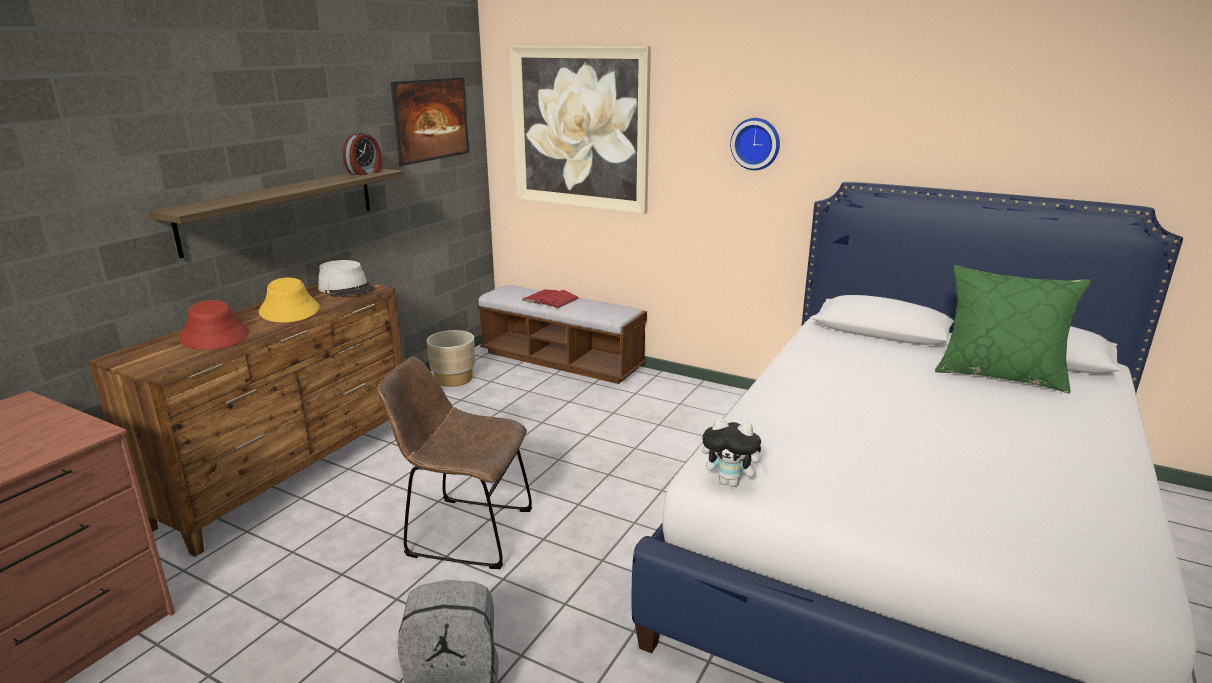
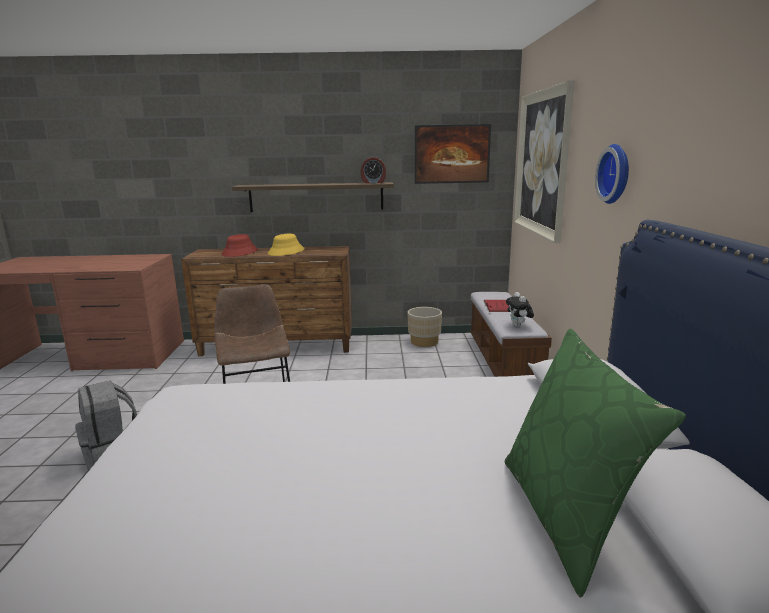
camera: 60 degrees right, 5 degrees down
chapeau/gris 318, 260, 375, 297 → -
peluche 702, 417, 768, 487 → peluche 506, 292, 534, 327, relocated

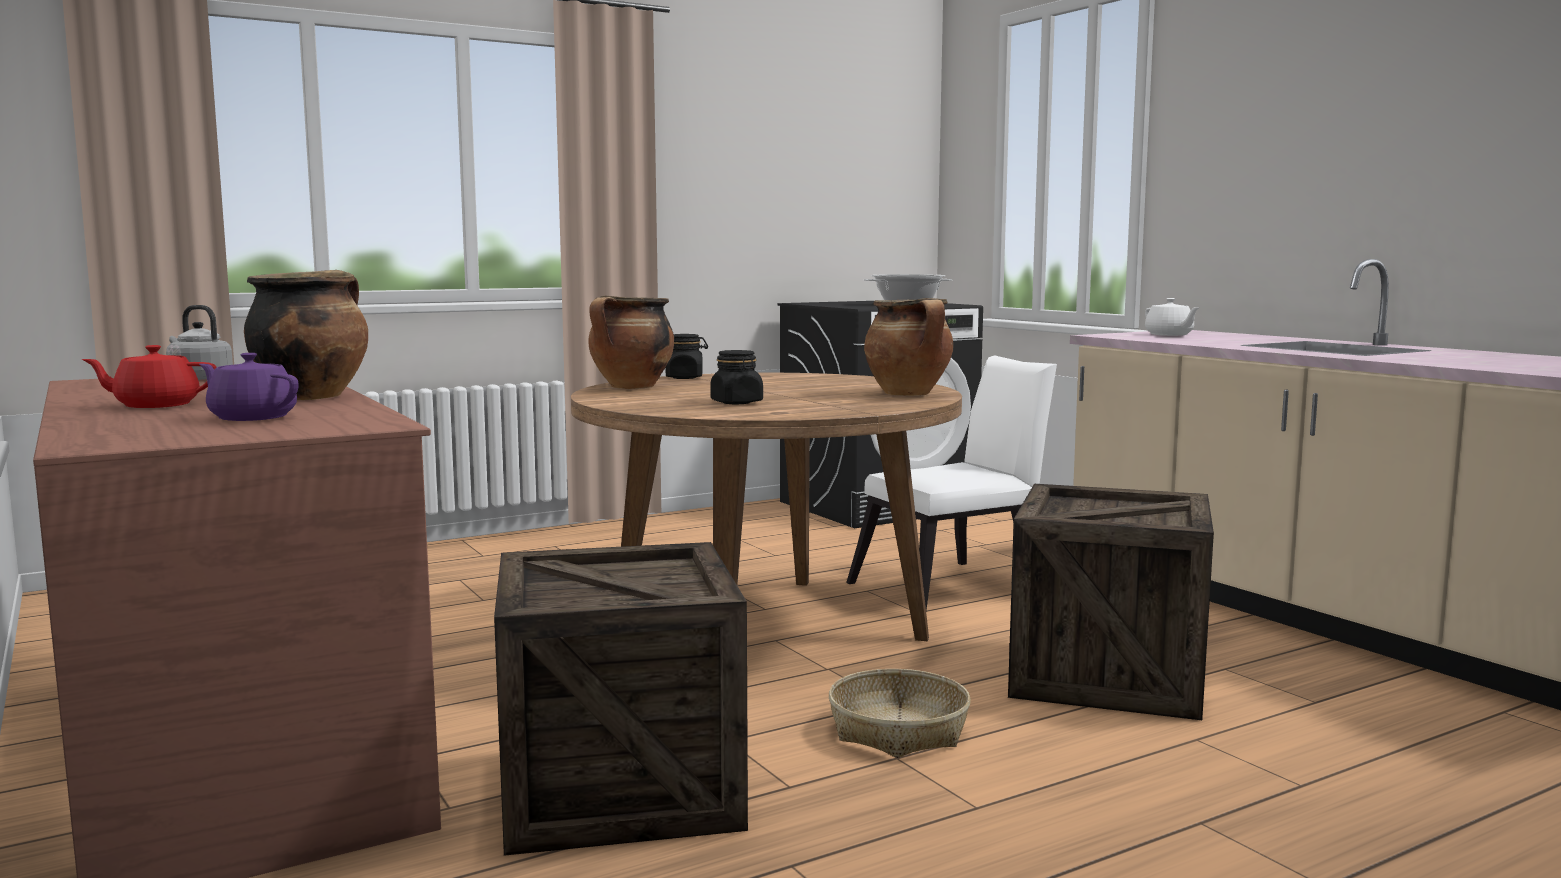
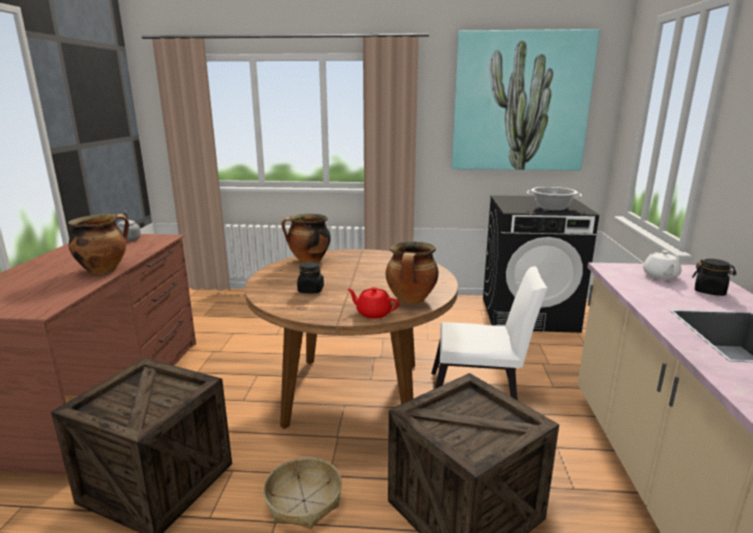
camera: 35 degrees right, 10 degrees up
bocal/noir 666, 334, 708, 379 → bocal/noir 692, 259, 737, 296, relocated
théière/rouge 82, 345, 217, 408 → théière/rouge 347, 287, 399, 319, relocated
théière/violet 199, 353, 299, 421 → -
- → tableau 452, 29, 600, 171

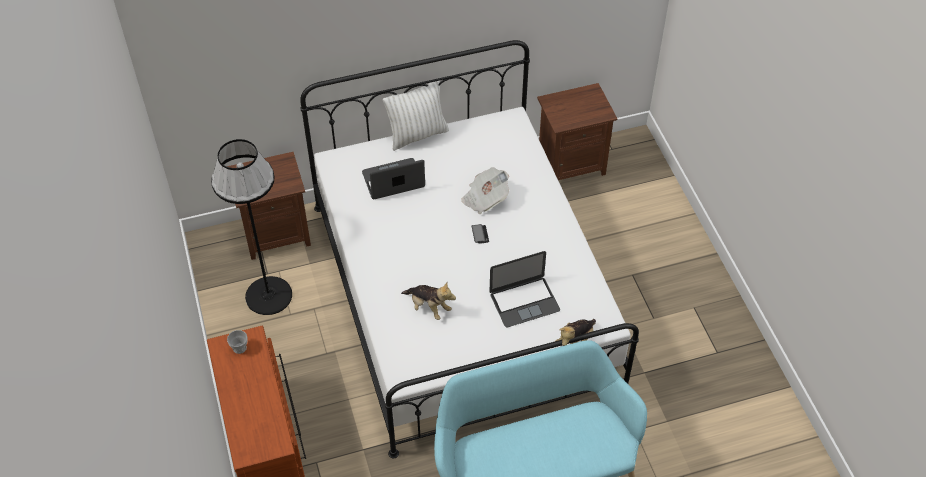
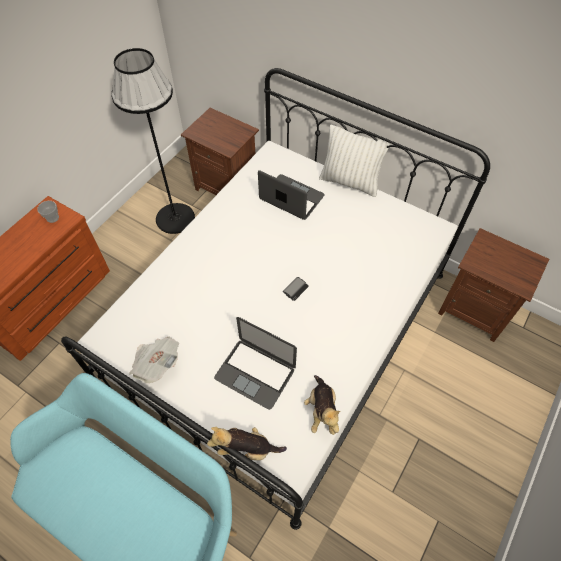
camera: 50 degrees right, 5 degrees up
journal 461, 167, 509, 214 → journal 130, 337, 179, 383, relocated
peluche 401, 283, 456, 320 → peluche 304, 375, 340, 435, relocated

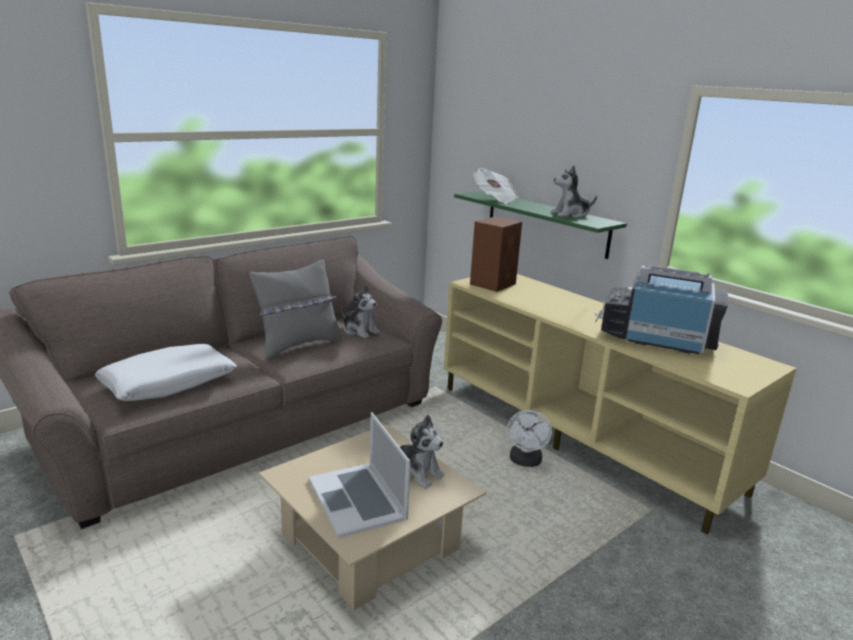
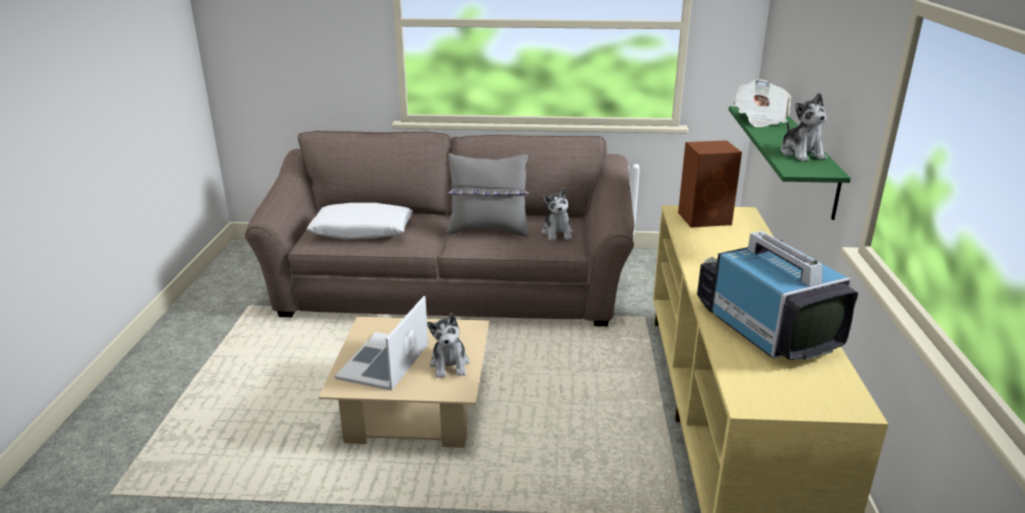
camera: 45 degrees right, 5 degrees up
peluche 551, 166, 597, 218 → peluche 781, 93, 827, 161, 135 degrees counterclockwise
ventilateur/blanc 507, 410, 552, 467 → -

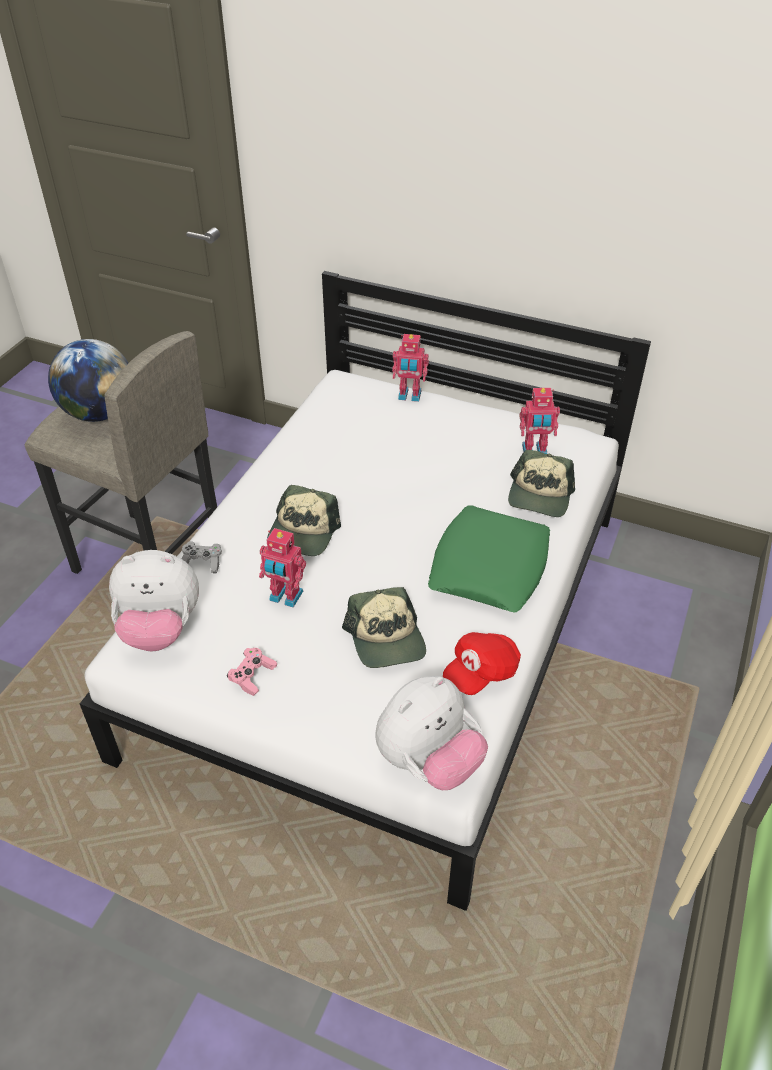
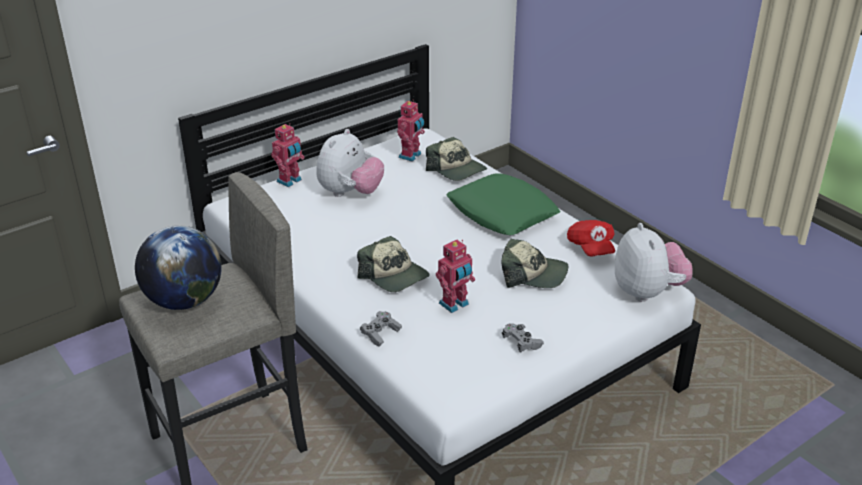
camera: 60 degrees left, 10 degrees down
peluche 109, 550, 199, 652 → peluche 316, 129, 384, 197, relocated
manette/rose 227, 648, 277, 696 → manette/gris 502, 323, 544, 352

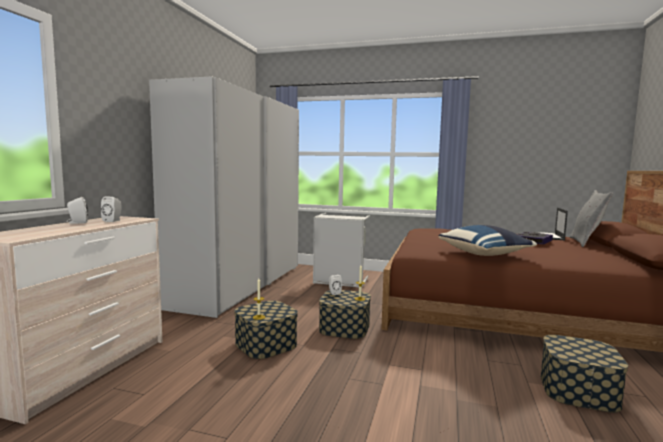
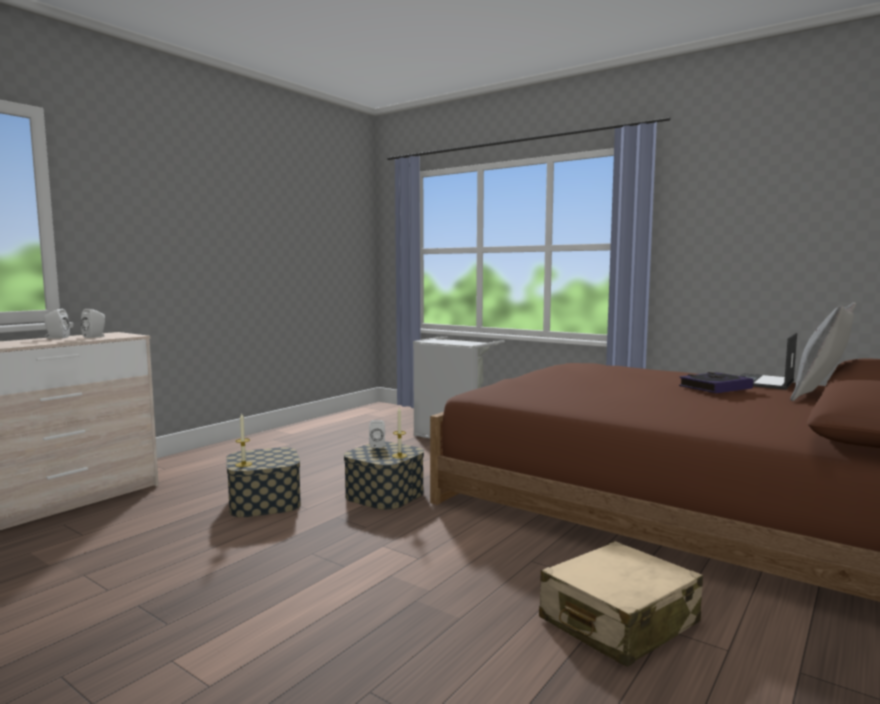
camera: 20 degrees right, 0 degrees up
armoire/blanc 149, 76, 299, 318 → -
coussin/bleu 438, 225, 537, 256 → -
boîte de rangement 541, 335, 628, 413 → valise/beige 539, 541, 703, 667

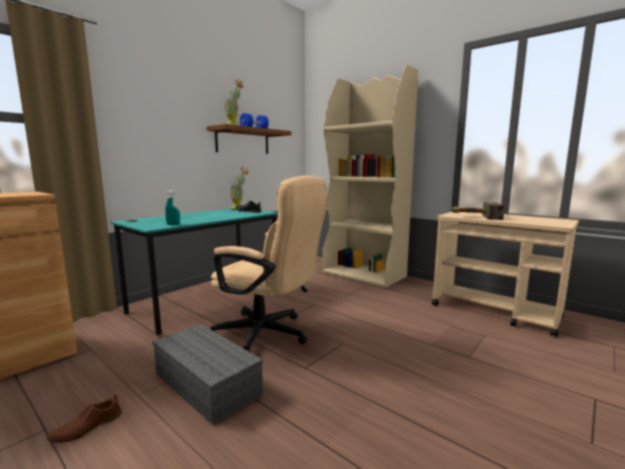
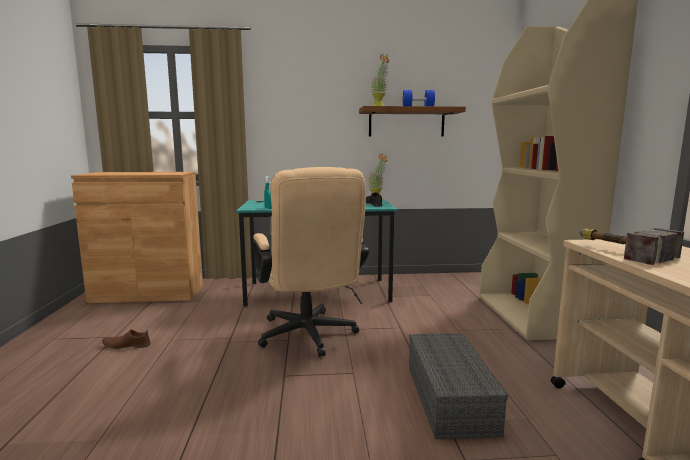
camera: 45 degrees right, 0 degrees up
boîte de rangement/gris 152, 324, 263, 425 → boîte de rangement/gris 409, 333, 508, 439, relocated

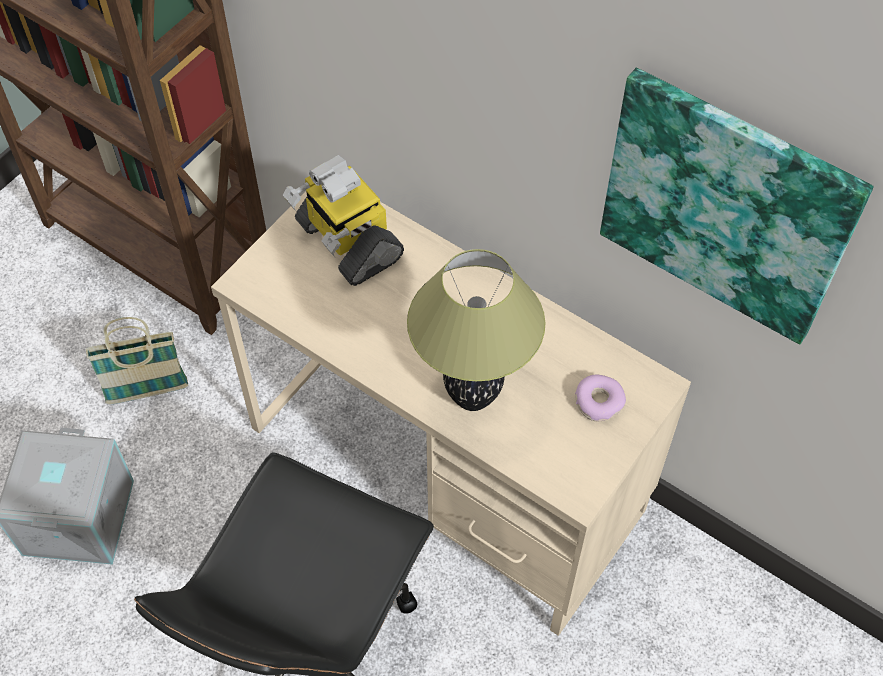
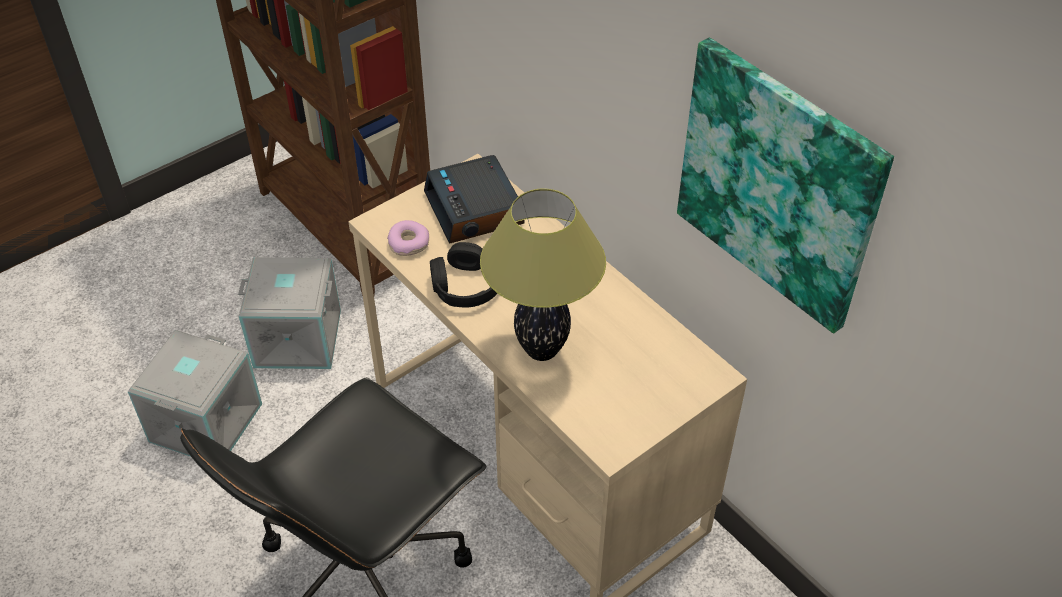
camera: 15 degrees right, 10 degrees down
robot jouet 283, 155, 404, 286 → réveil 424, 155, 524, 244
panier 86, 317, 188, 404 → boîte de rangement/gris 238, 257, 341, 369
beignet 575, 375, 626, 421 → beignet 387, 220, 429, 256, relocated
- → casque audio/noir 430, 242, 497, 308

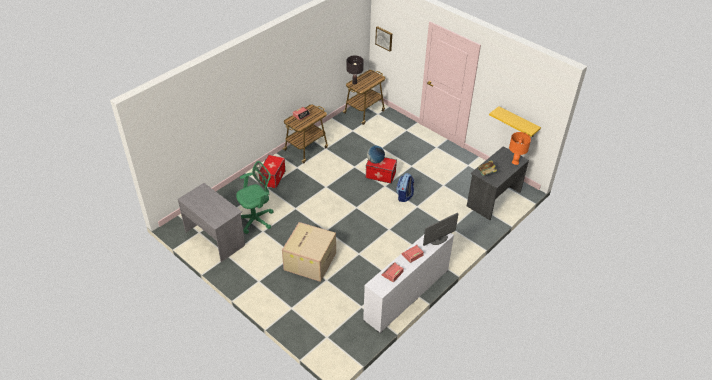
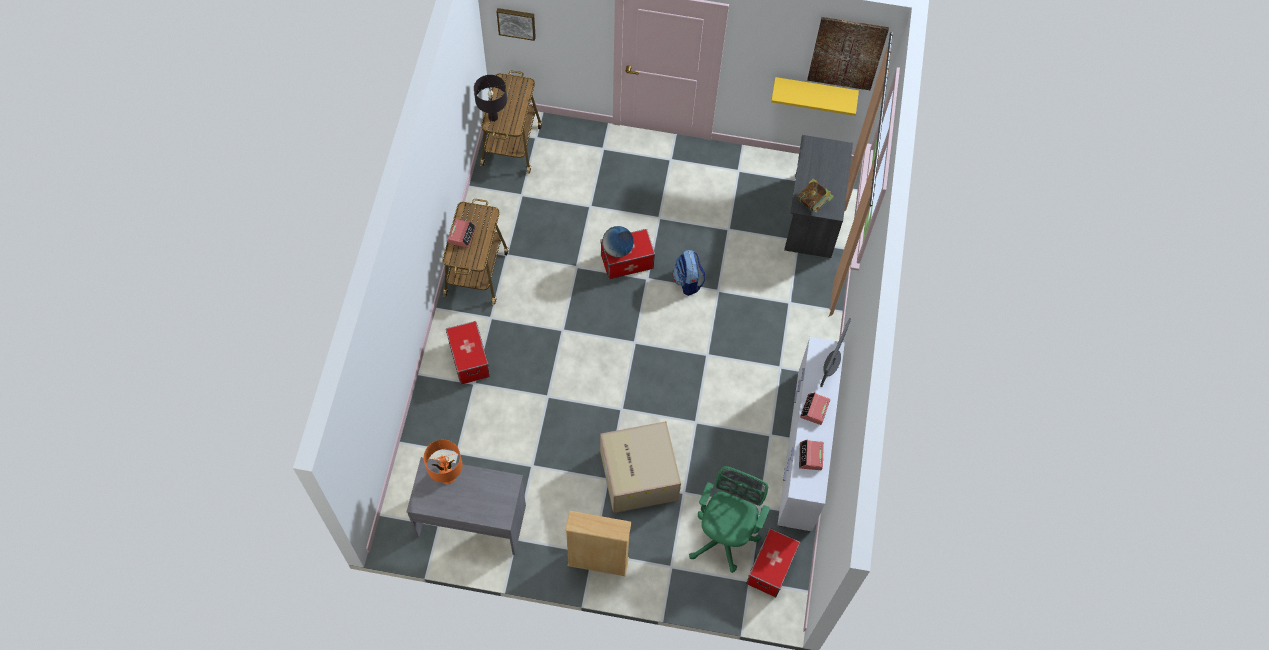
camera: 35 degrees left, 20 degrees up
lampe de table/orange 509, 132, 531, 165 → lampe de table/orange 424, 440, 462, 484, relocated
chaise de bureau/vert 236, 161, 274, 234 → chaise de bureau/vert 689, 466, 770, 573, relocated
- → tableau 807, 17, 889, 90
- → bibliothèque/beige 565, 511, 632, 576
- → boîte de rangement 746, 528, 800, 597

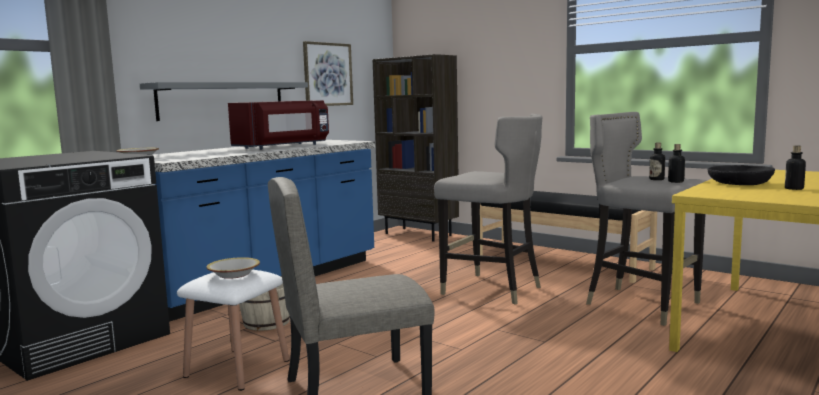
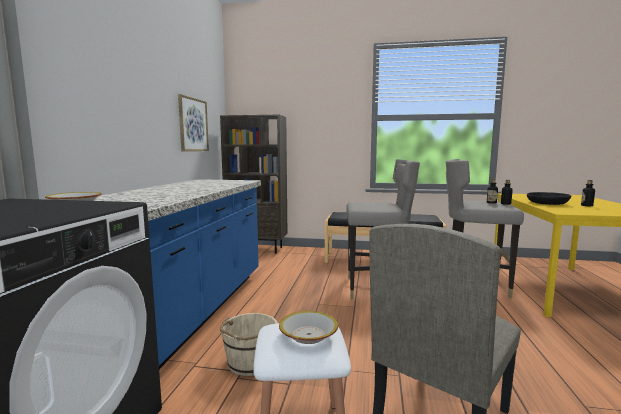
camera: 30 degrees left, 0 degrees up
étagère/gris 140, 82, 308, 121 → -
micro-ondes/rouge 228, 100, 329, 150 → -

